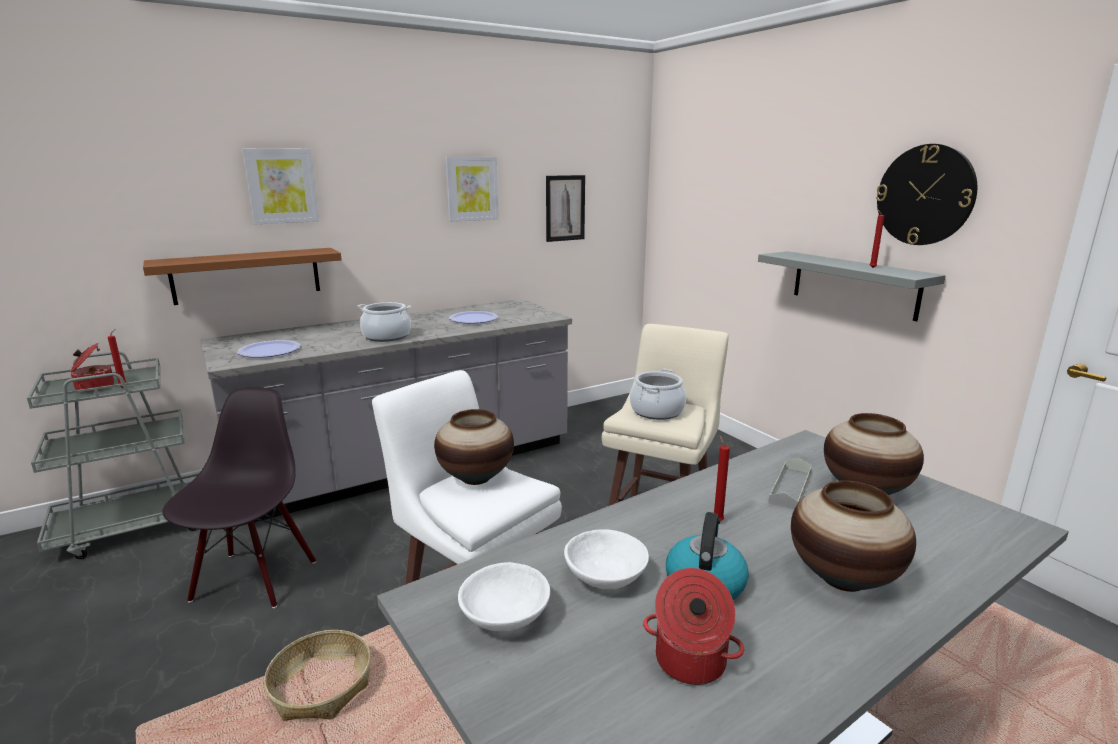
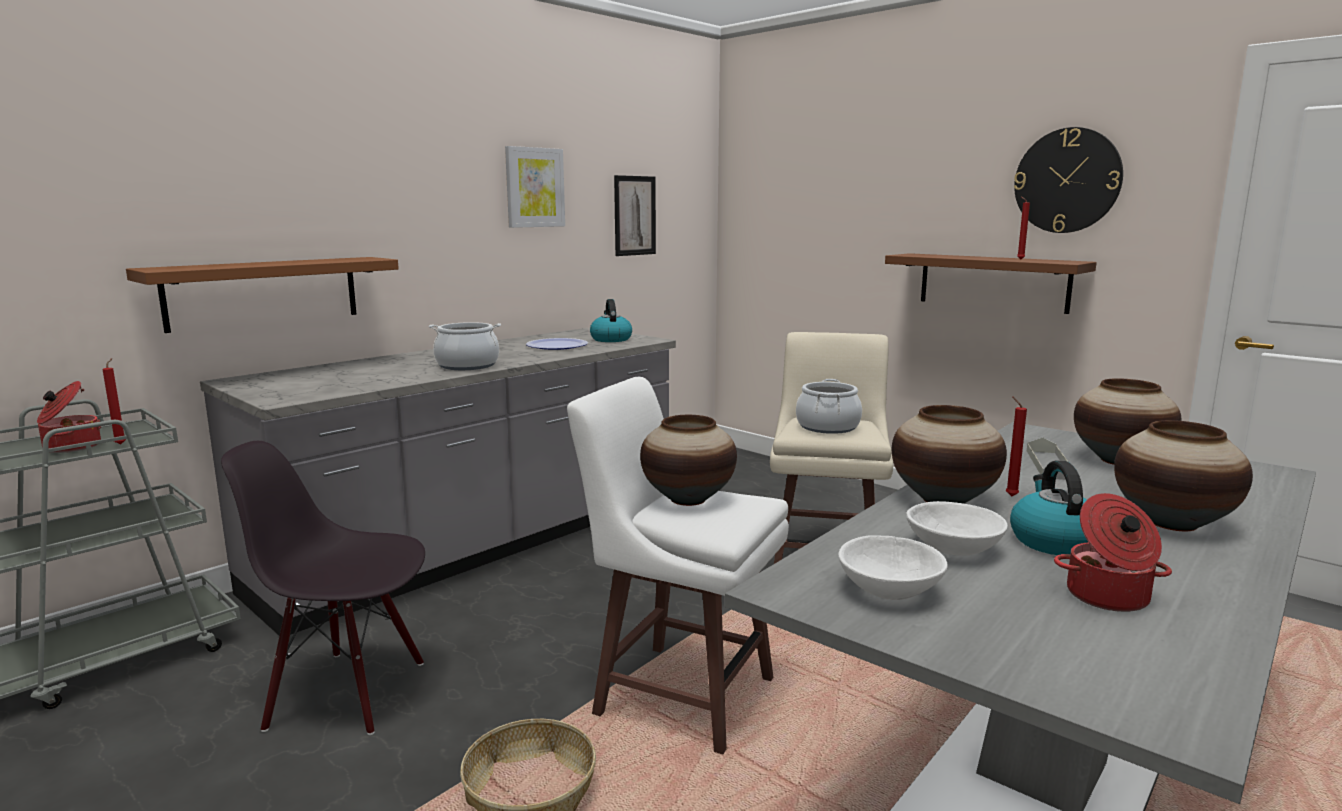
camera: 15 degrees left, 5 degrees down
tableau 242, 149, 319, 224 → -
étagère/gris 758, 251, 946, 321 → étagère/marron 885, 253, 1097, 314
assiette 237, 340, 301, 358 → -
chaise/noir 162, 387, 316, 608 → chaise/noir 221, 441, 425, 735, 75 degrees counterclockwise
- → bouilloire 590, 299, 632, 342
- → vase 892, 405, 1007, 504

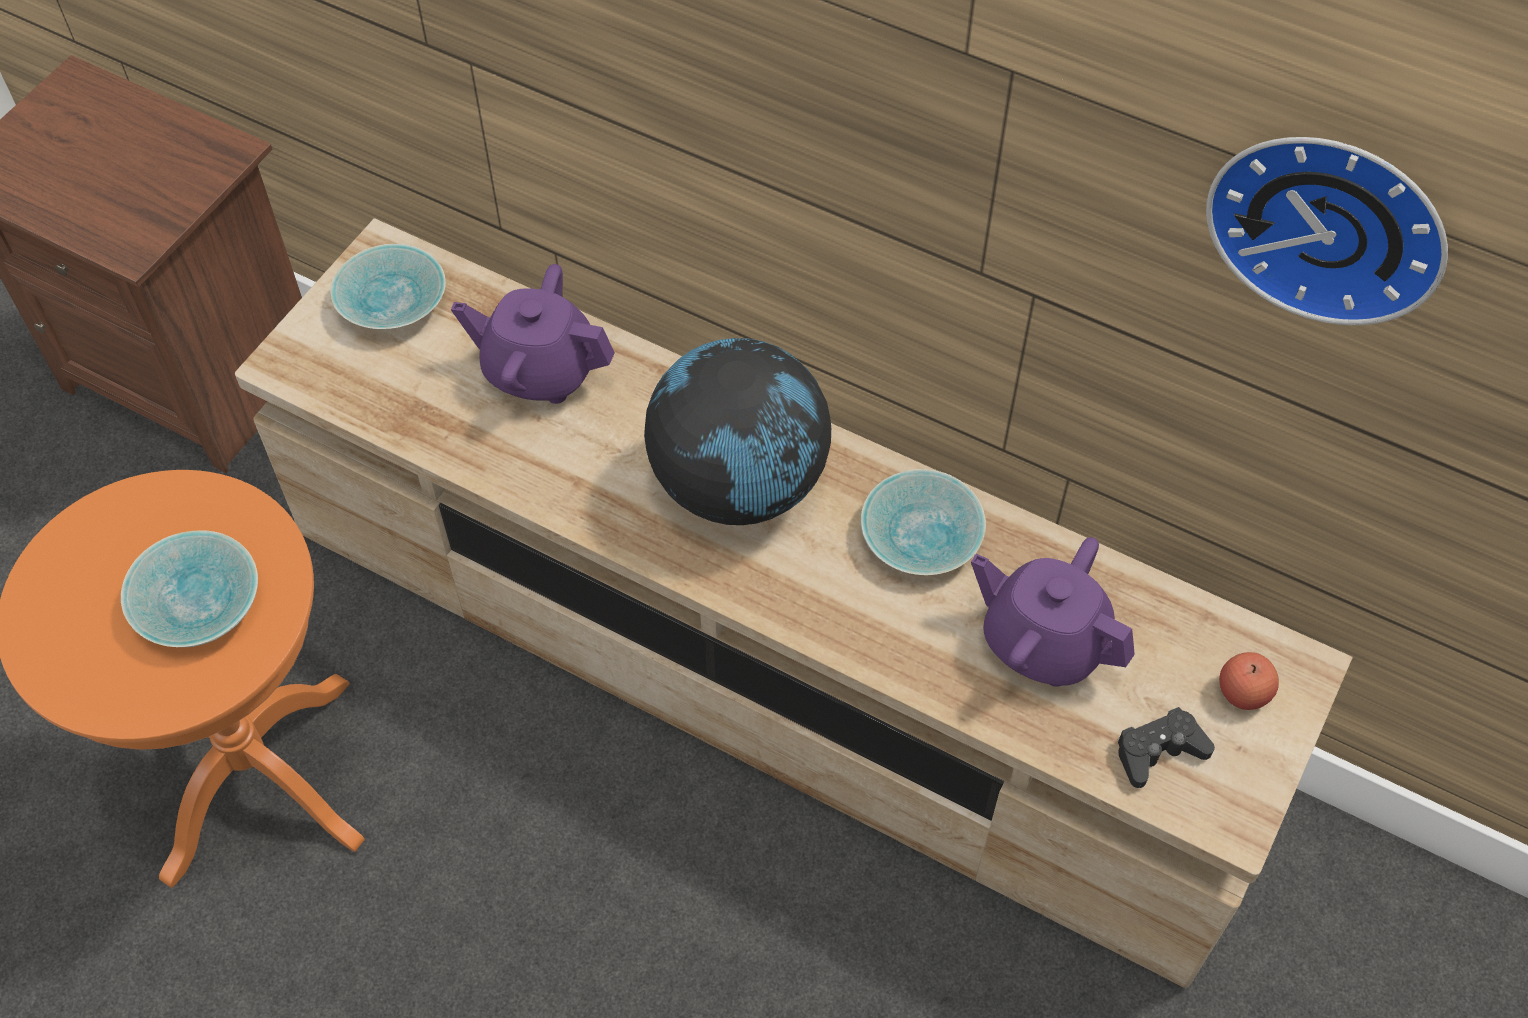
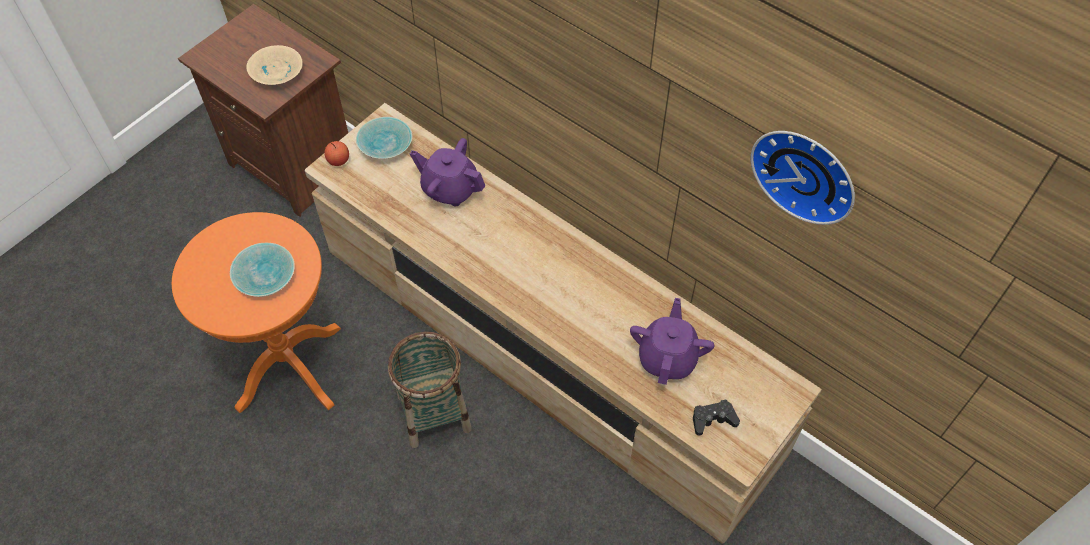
camera: 10 degrees right, 0 degrees up
globe 644, 338, 831, 525 → -
bol/turquoise 860, 469, 986, 575 → -
théière/violet 971, 537, 1135, 687 → théière/violet 630, 298, 714, 385, 60 degrees clockwise
pomme 1219, 652, 1279, 710 → pomme 324, 141, 349, 166, relocated
- → bol/beige 246, 45, 303, 85
- → panier 388, 332, 472, 448

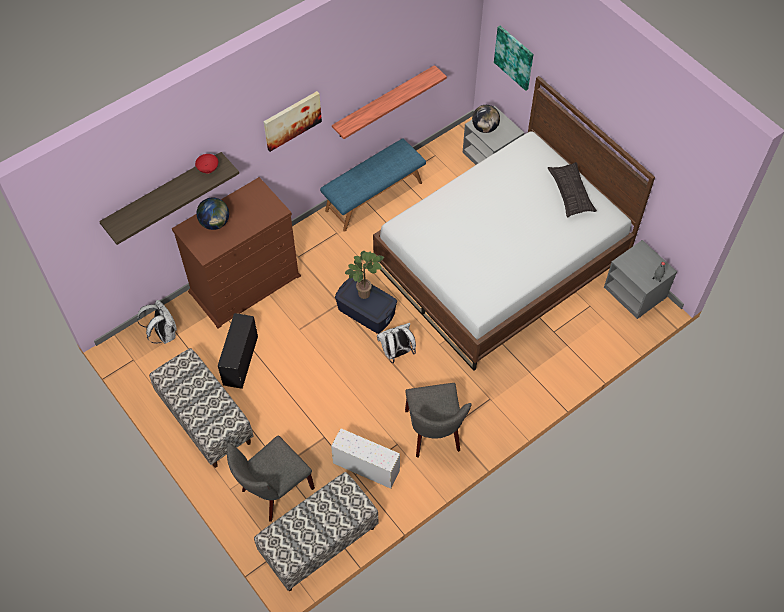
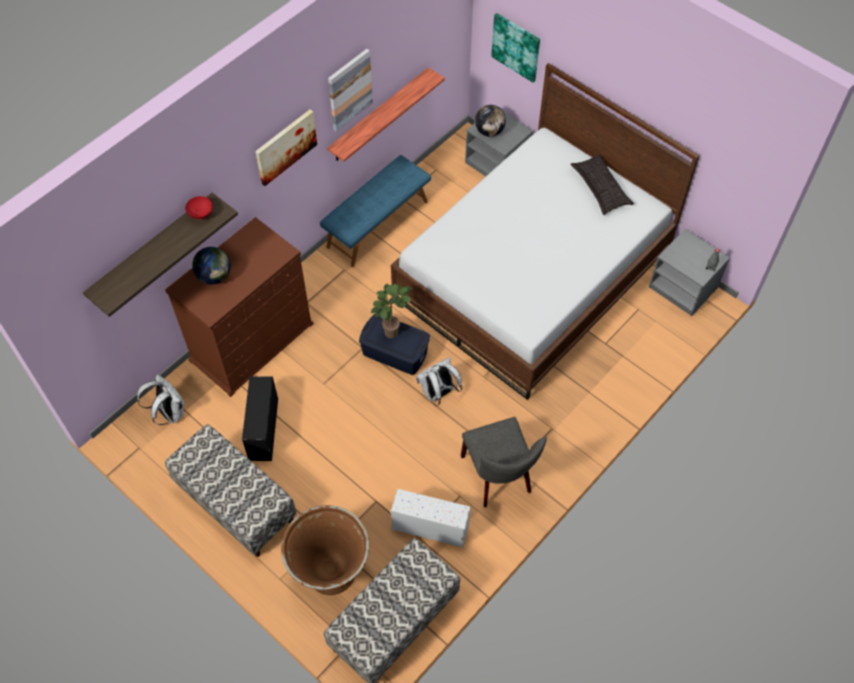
camera: 10 degrees left, 0 degrees up
chaise/gris 227, 435, 315, 522 → cache-pot/marron 281, 505, 369, 595
- → tableau 328, 49, 373, 132

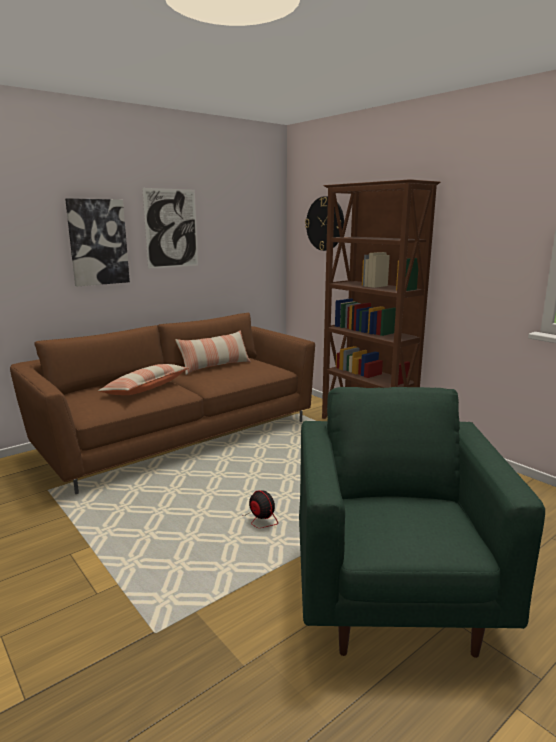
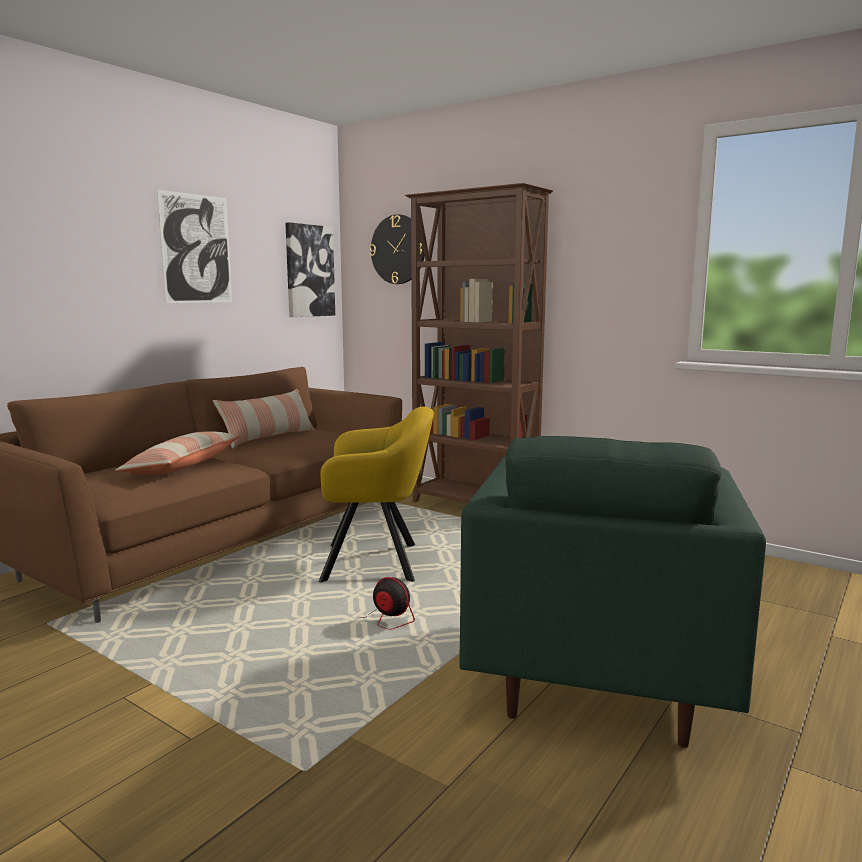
camera: 15 degrees left, 5 degrees down
tableau 65, 198, 130, 286 → tableau 285, 222, 335, 317, relocated
fauteuil/vert 299, 387, 545, 658 → fauteuil/vert 459, 436, 766, 748, 150 degrees counterclockwise
- → fauteuil/jaune 318, 407, 434, 582

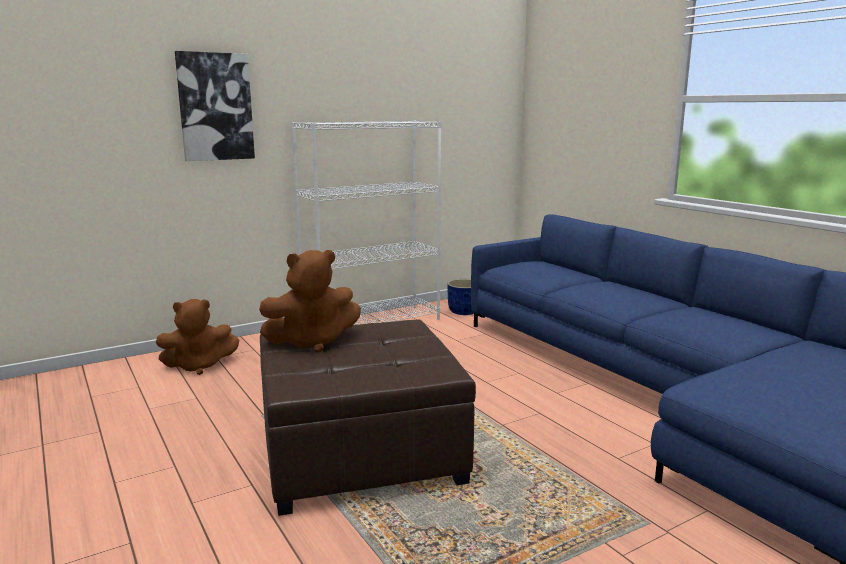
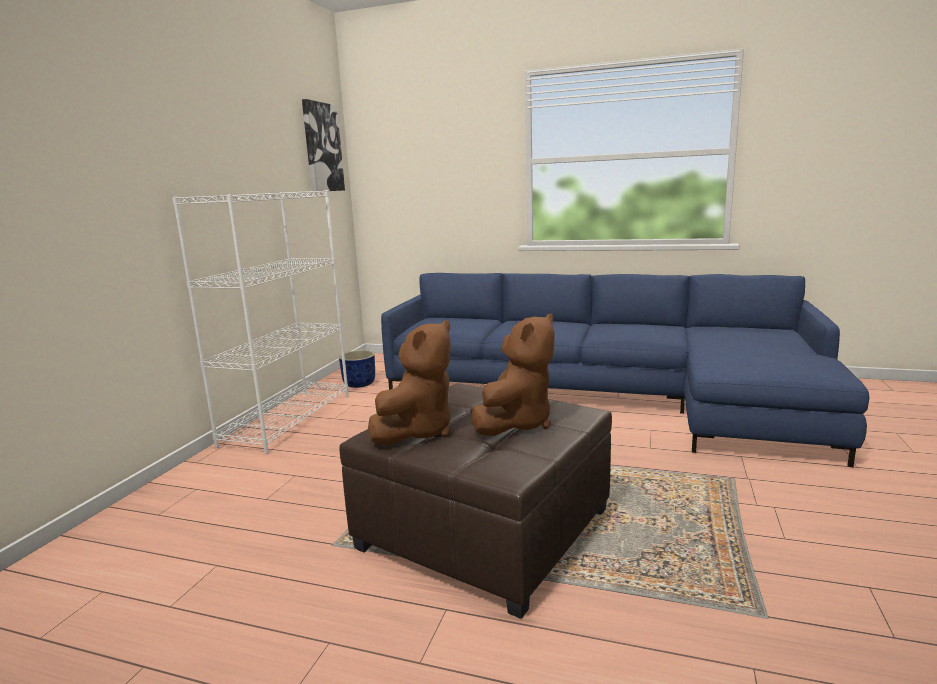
camera: 40 degrees left, 0 degrees up
tableau 175, 51, 255, 161 → tableau 302, 99, 345, 191, relocated
peluche/marron 156, 299, 240, 375 → peluche/marron 472, 314, 555, 436, relocated

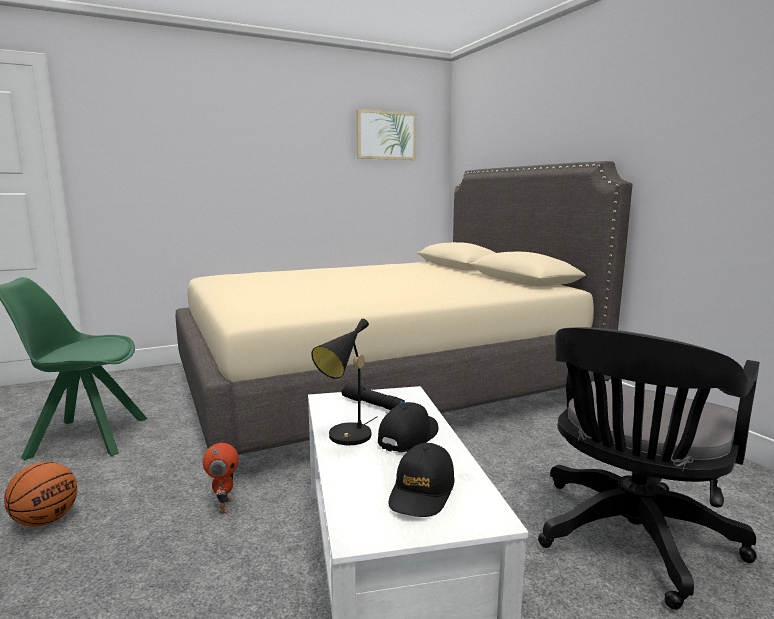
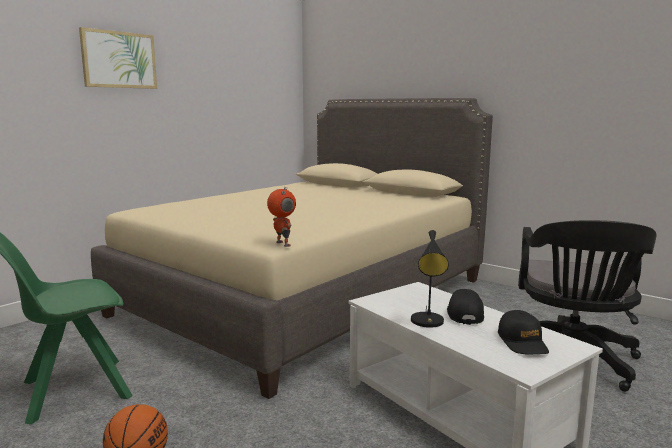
camera: 25 degrees left, 0 degrees up
tableau 356, 109, 416, 160 → tableau 79, 27, 157, 89, relocated
lampe de poche/noir 341, 383, 405, 410 → -
robot jouet 203, 443, 239, 514 → robot jouet 267, 187, 296, 247, relocated

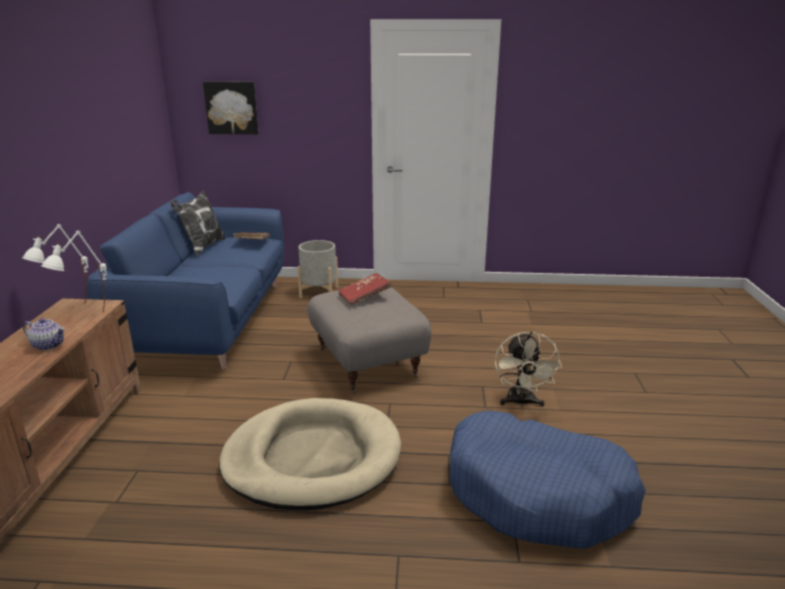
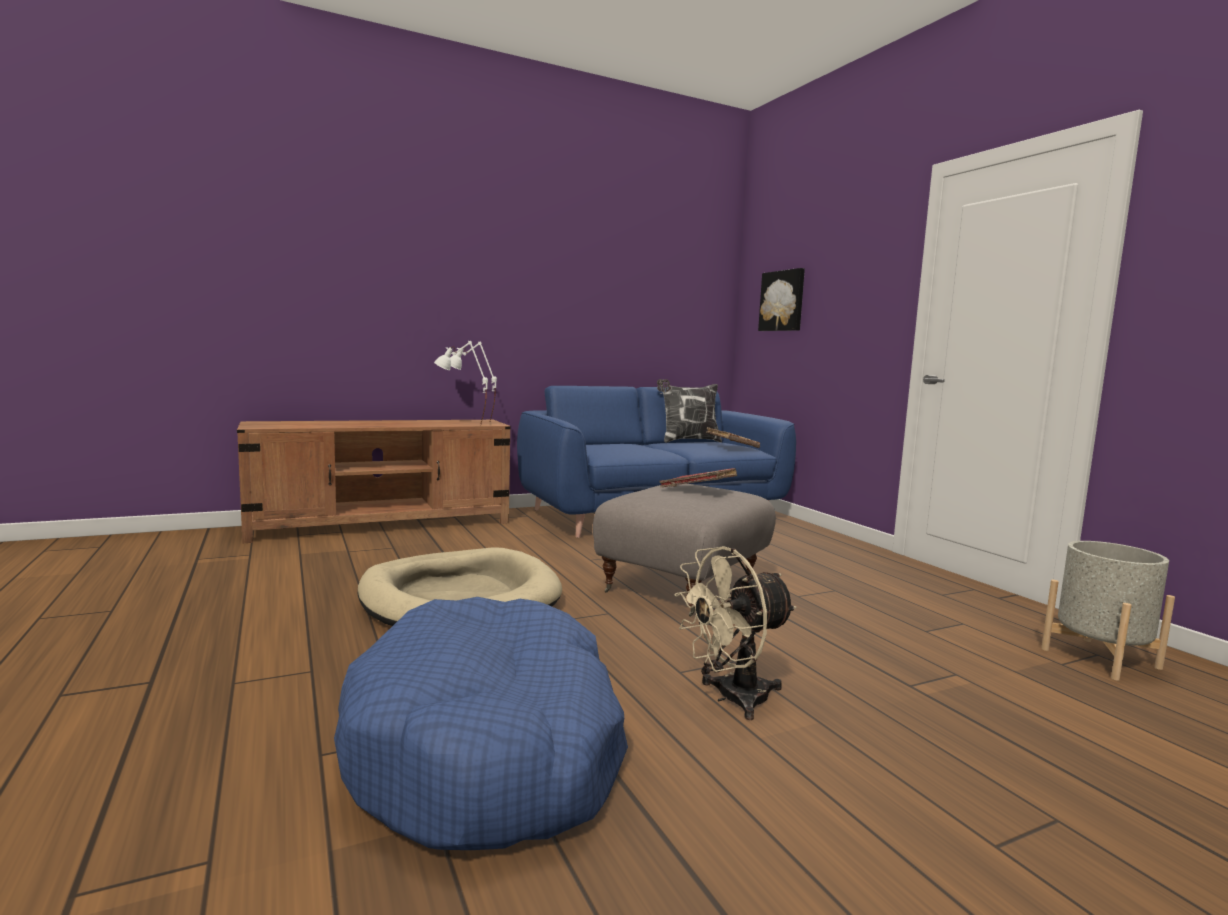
camera: 60 degrees right, 15 degrees down
cache-pot/gris 297, 240, 338, 298 → cache-pot/gris 1041, 541, 1175, 681, relocated
théière 23, 318, 65, 350 → -

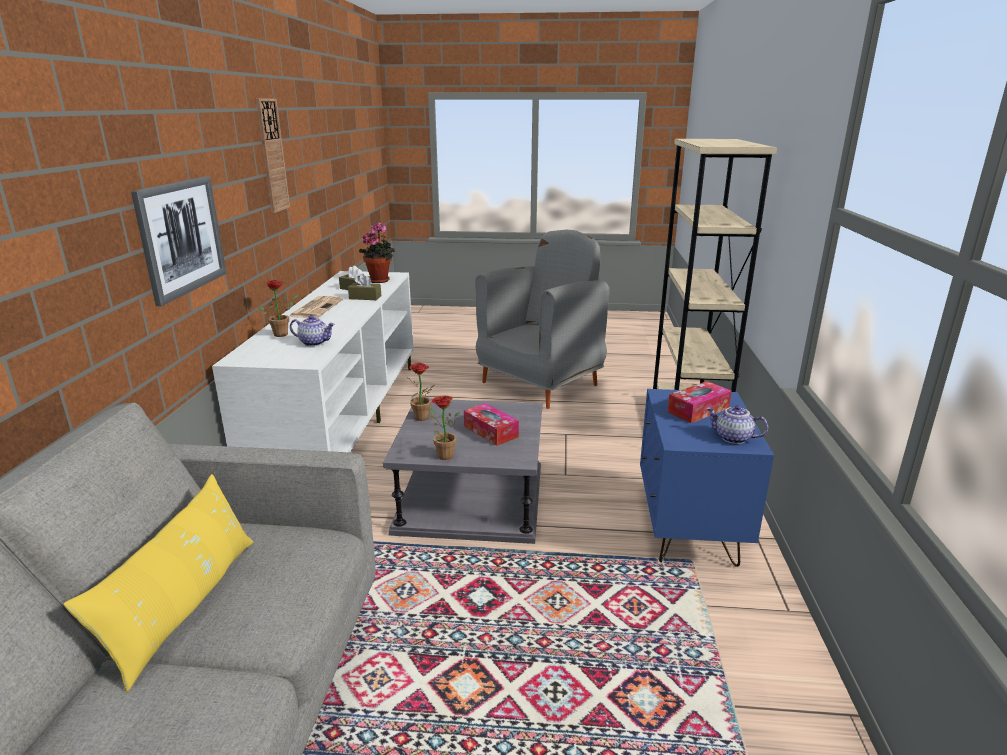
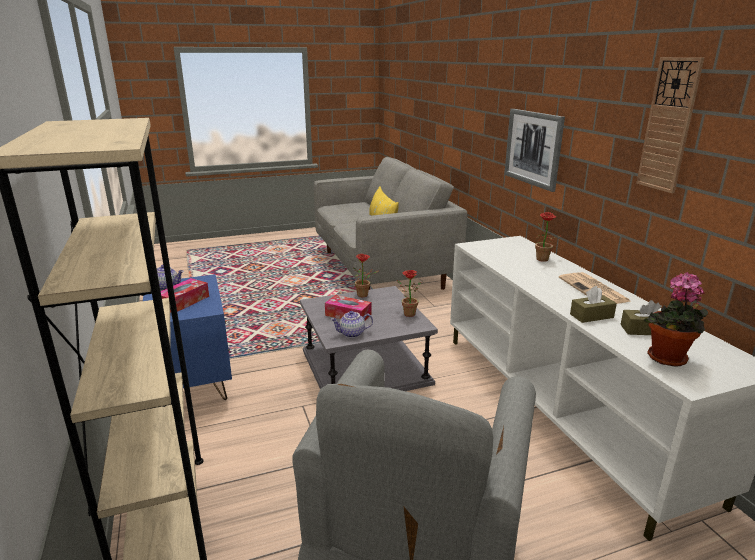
camera: 155 degrees right, 0 degrees up
théière 290, 315, 335, 346 → théière 330, 311, 373, 338, relocated

